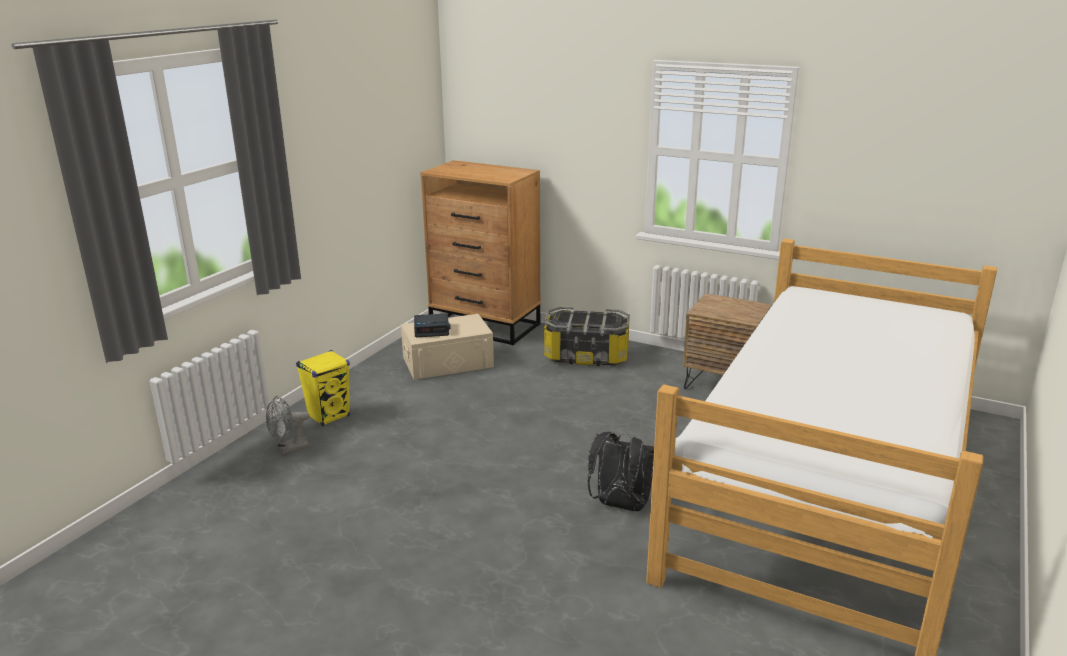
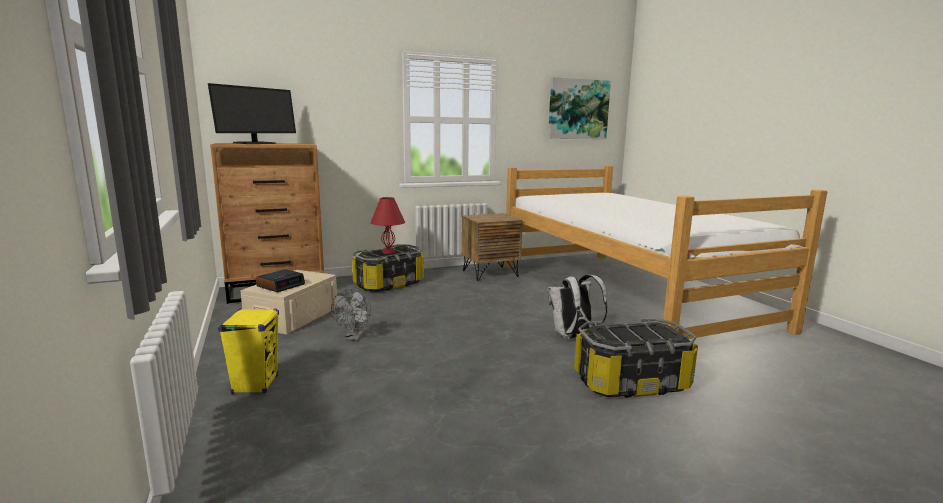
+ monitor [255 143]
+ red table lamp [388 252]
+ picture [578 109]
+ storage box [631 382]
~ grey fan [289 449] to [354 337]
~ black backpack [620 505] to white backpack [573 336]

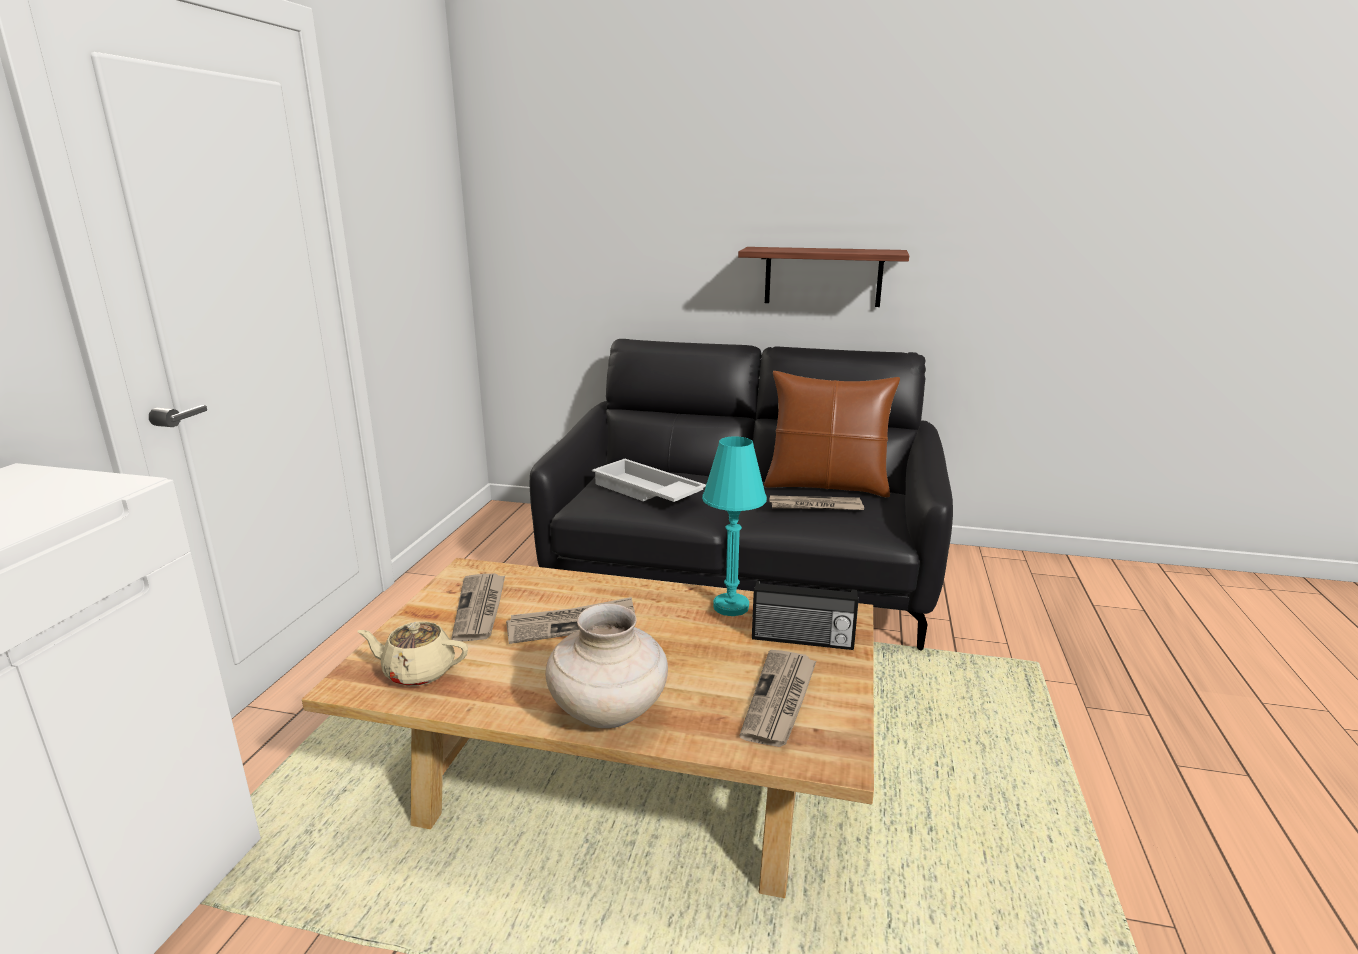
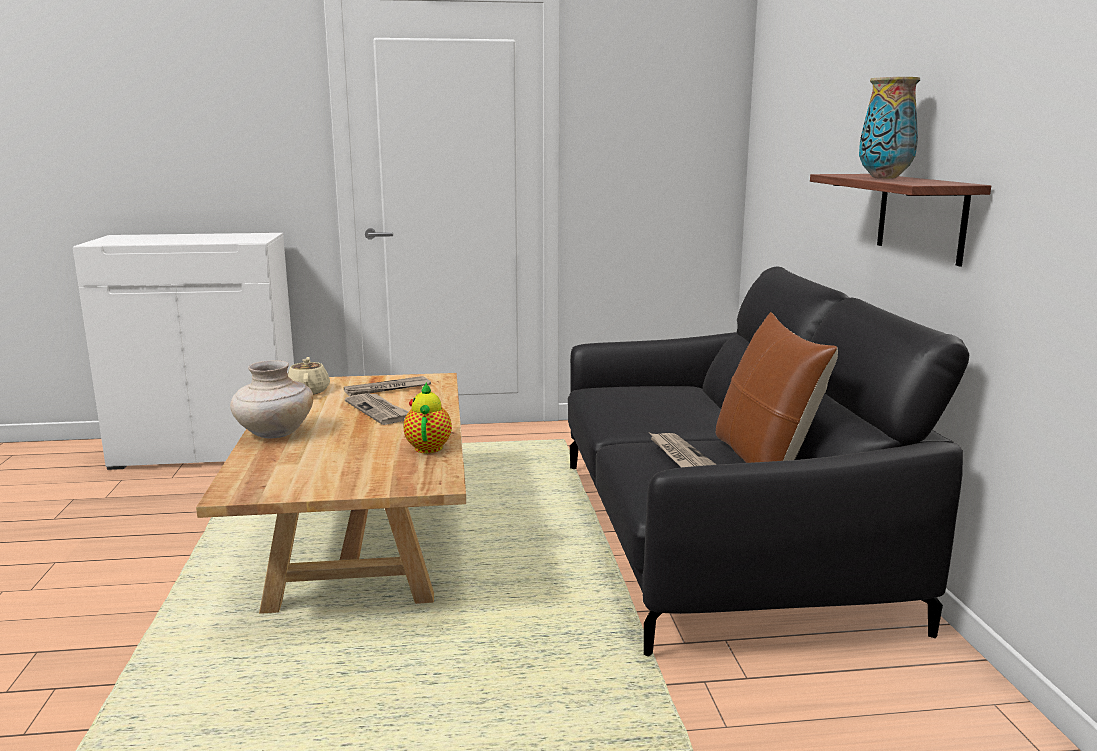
- white tray [645 492]
- newspaper [780 700]
- radio [802 640]
+ vase [885 177]
~ turquoise table lamp [731 607] to teapot [429 446]

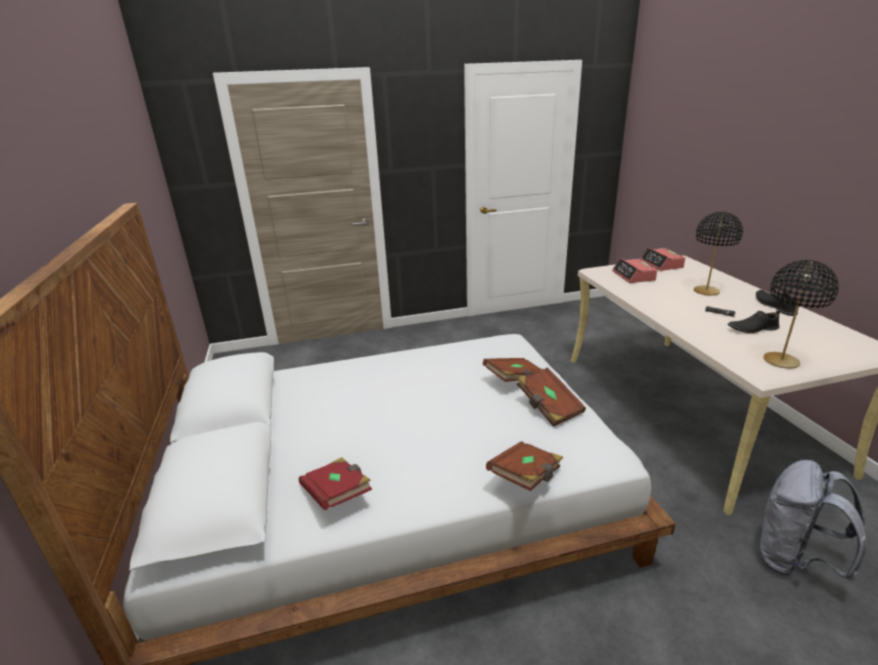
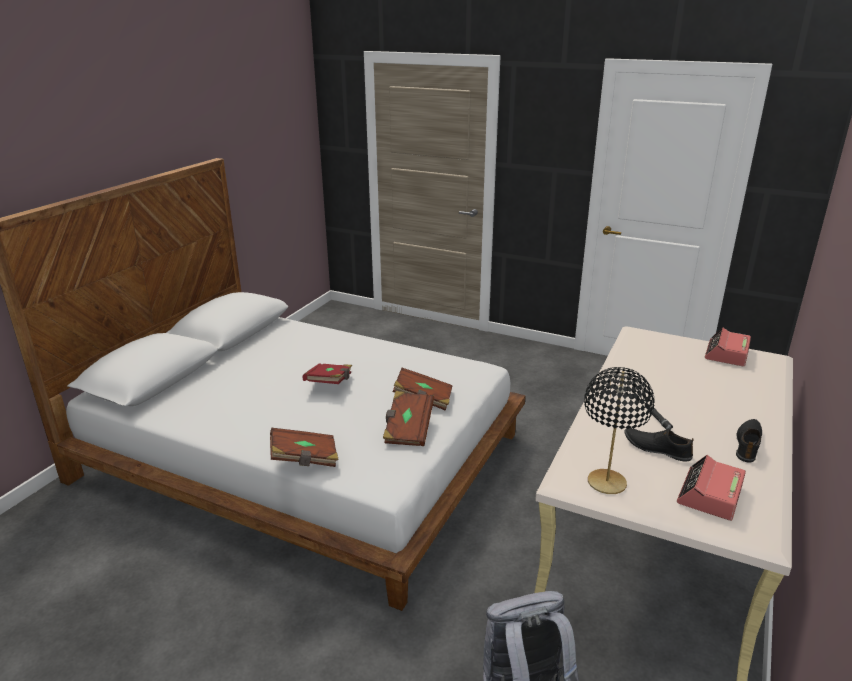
- black table lamp [706 291]
~ red book [337 494] to [330 383]
~ alarm clock [633 276] to [709 495]

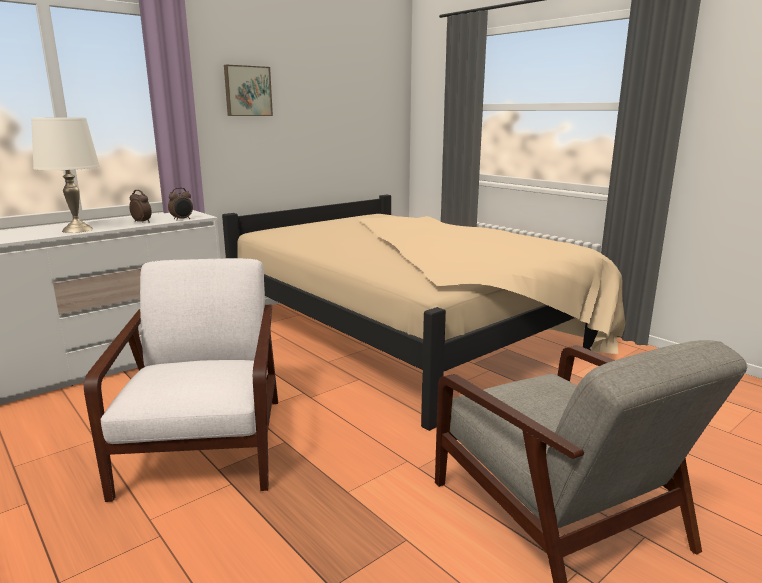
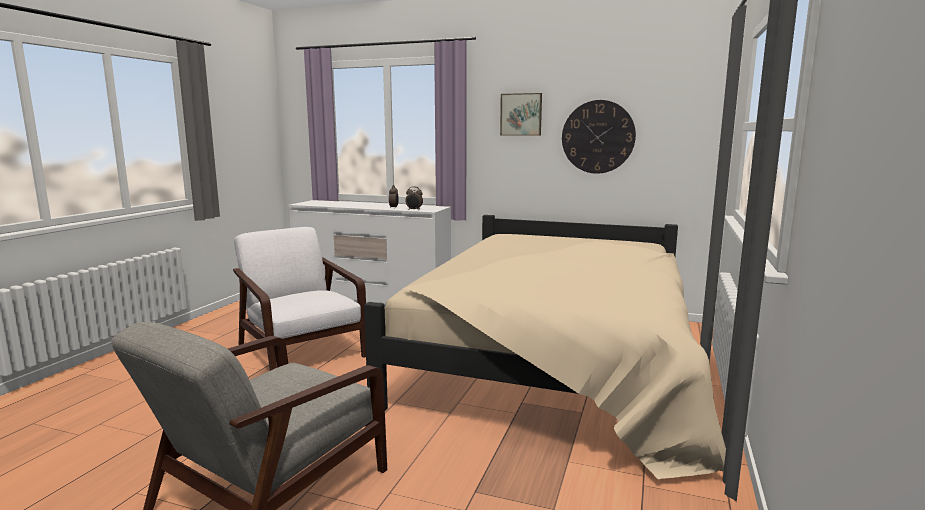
- white table lamp [77 230]
+ wall clock [598 137]
~ white armchair [205 443] = [300 350] 90 degrees counterclockwise

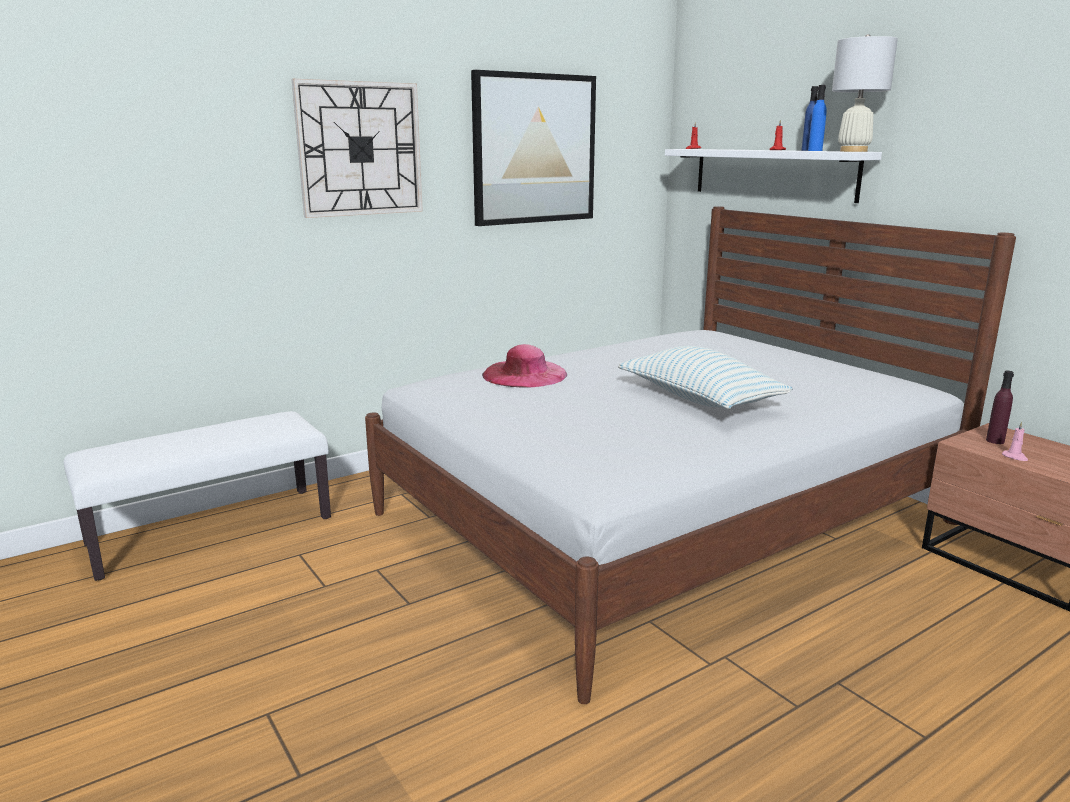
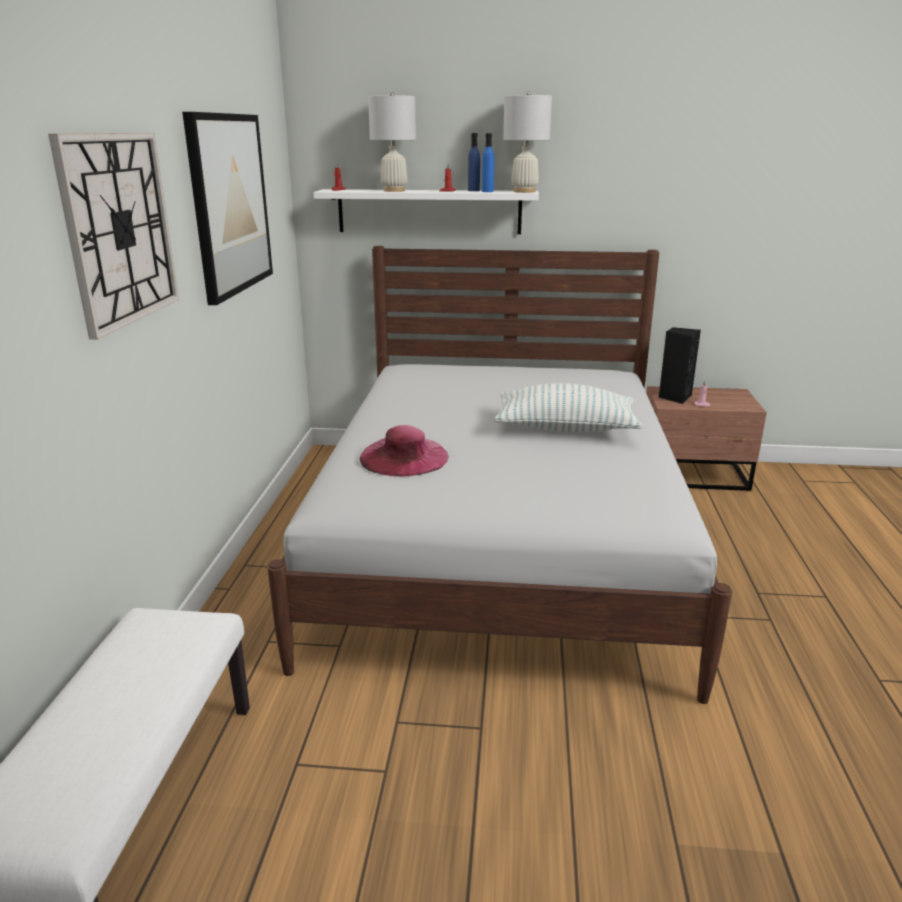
+ white table lamp [394 191]
~ purple bottle [995 441] to black speaker [674 397]

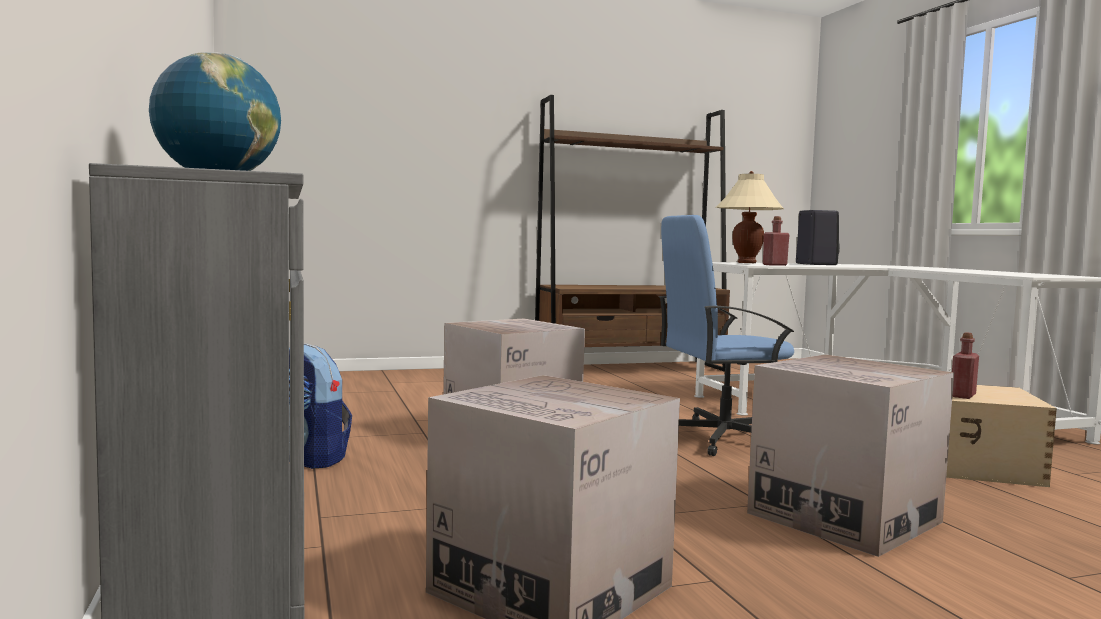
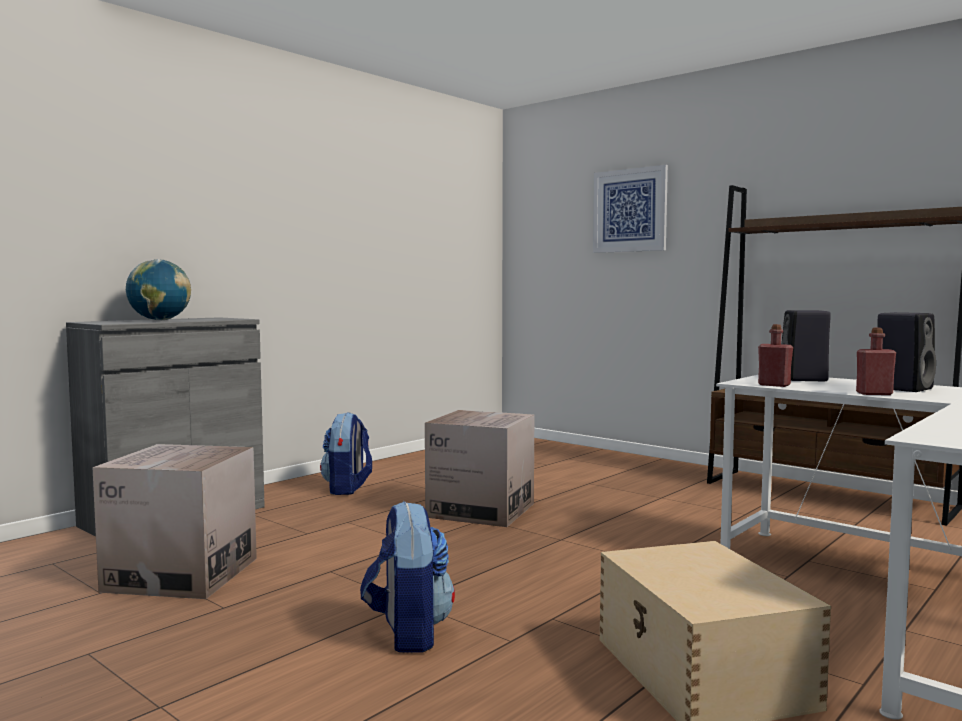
- blue office chair [721 438]
+ picture [629 210]
~ red bottle [963 396] to [874 394]
~ beige table lamp [747 263] to black speaker [804 379]
~ cardboard box [844 517] to backpack [407 633]

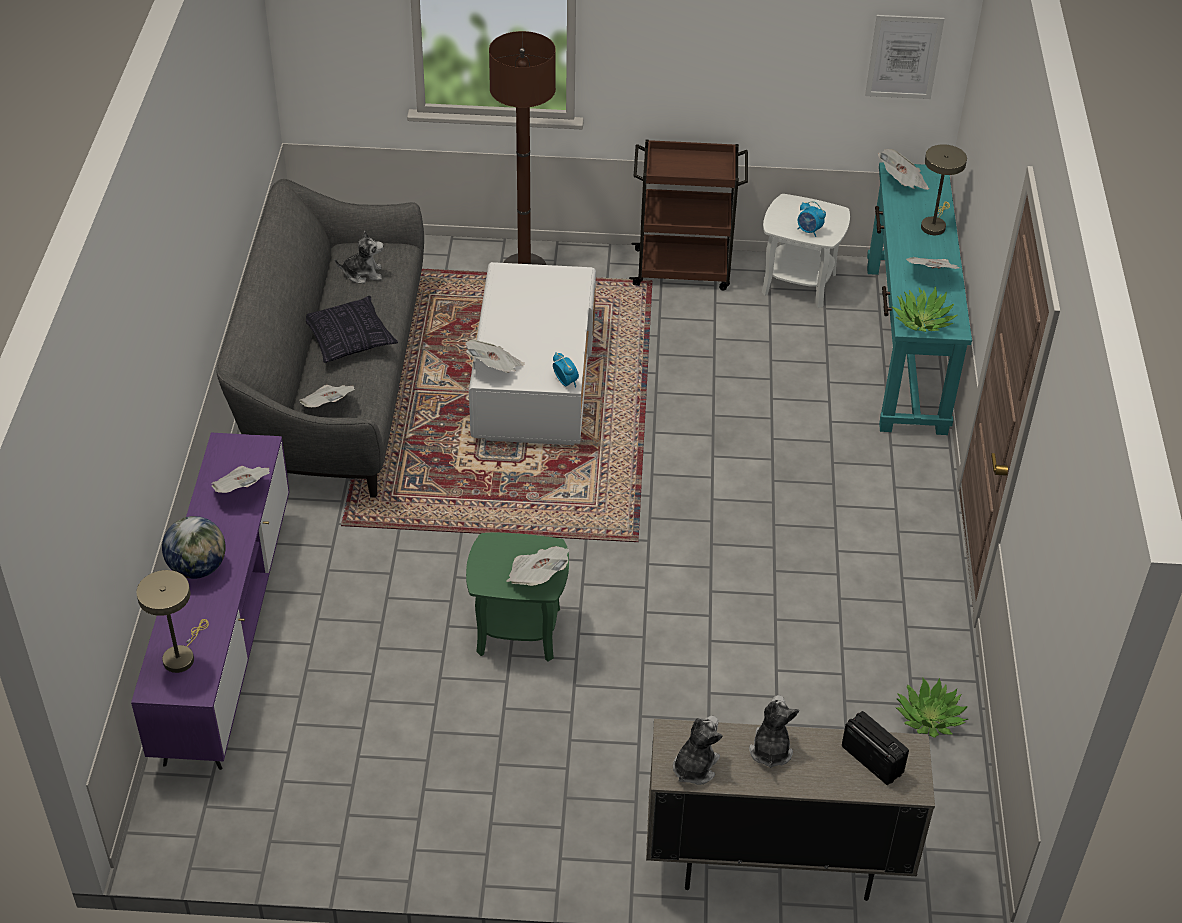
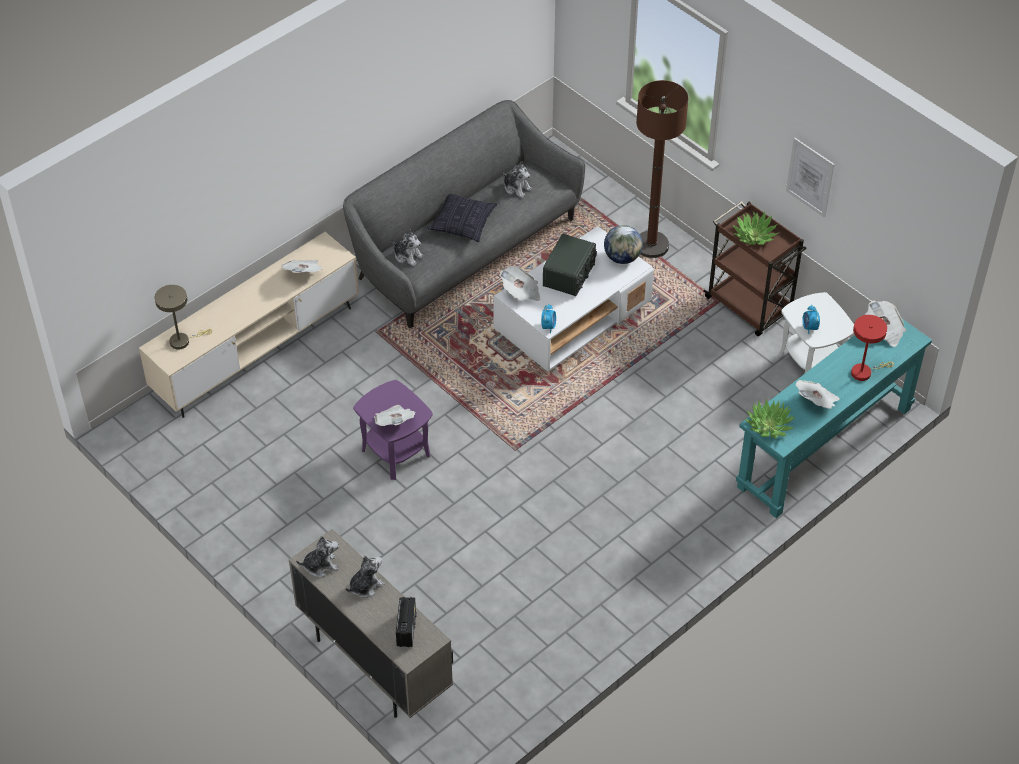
+ radio [570 275]
~ globe [198 568] to [622 258]
~ picture [904 57] to [810 177]
~ potted plant [929 717] to [754 235]
~ newspaper [328 406] to plush toy [407 256]
~ purple tv stand [227 637] to beige tv stand [257 352]
~ green side table [518 631] to purple side table [395 452]
~ beige table lamp [934 225] to red table lamp [864 372]

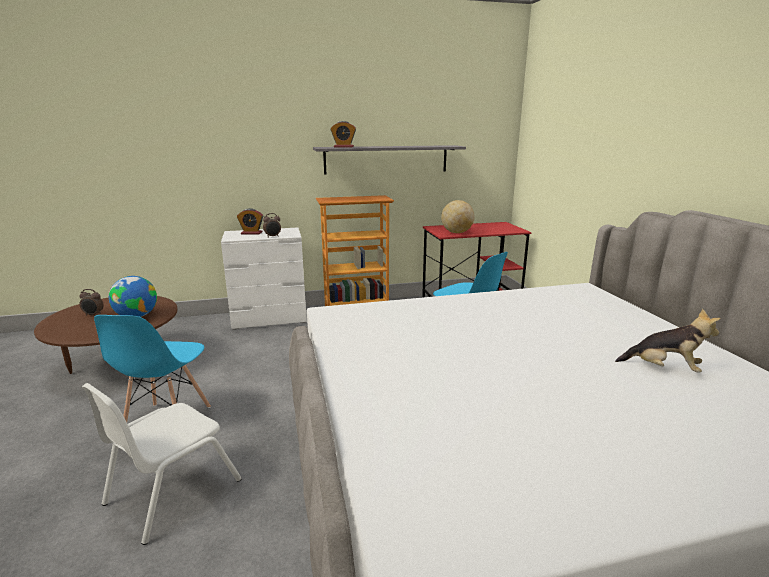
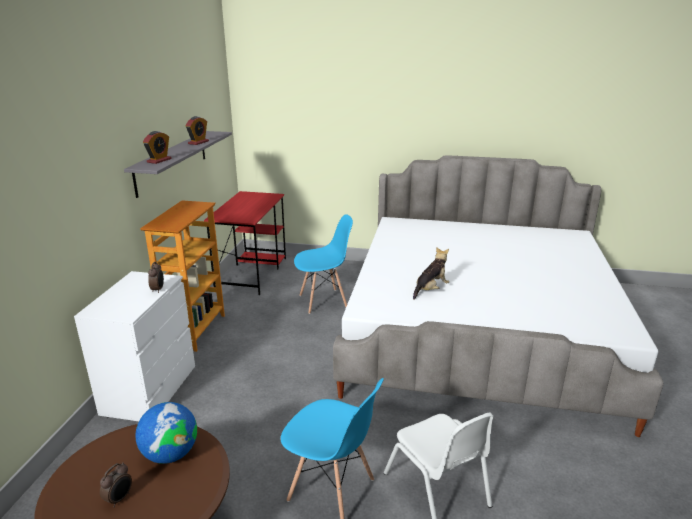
- globe [456 232]
~ alarm clock [251 233] to [198 142]
~ plush toy [664 369] to [430 290]

